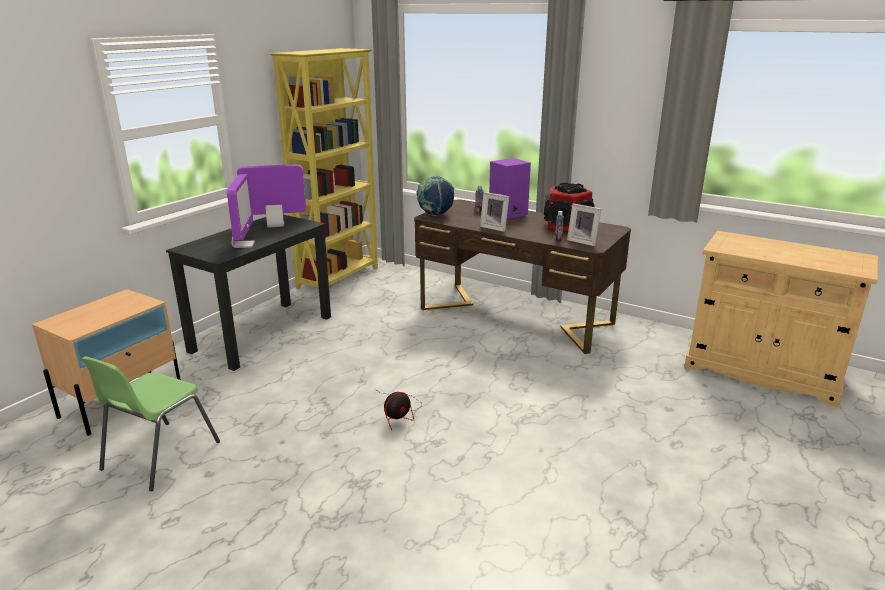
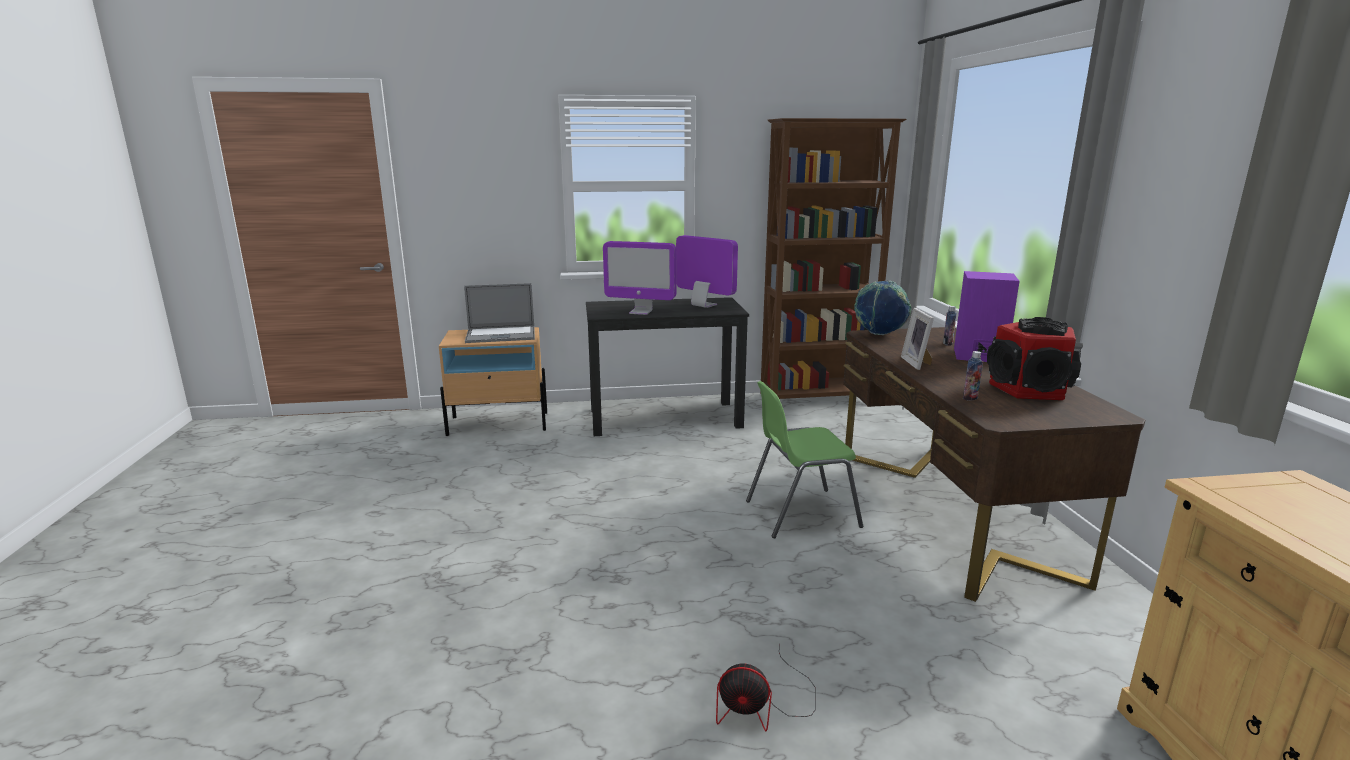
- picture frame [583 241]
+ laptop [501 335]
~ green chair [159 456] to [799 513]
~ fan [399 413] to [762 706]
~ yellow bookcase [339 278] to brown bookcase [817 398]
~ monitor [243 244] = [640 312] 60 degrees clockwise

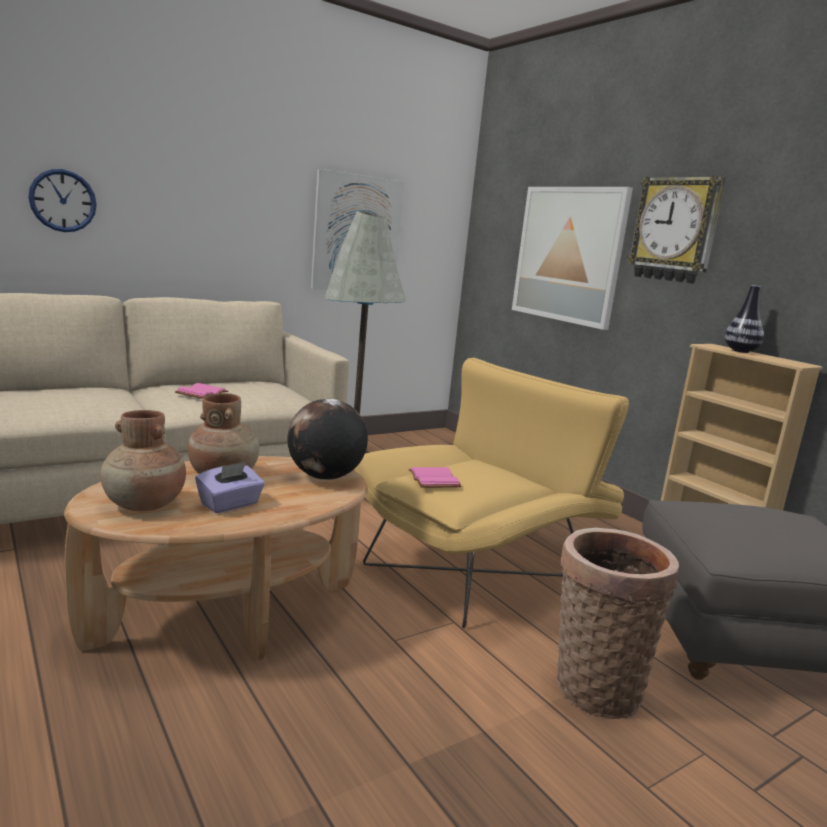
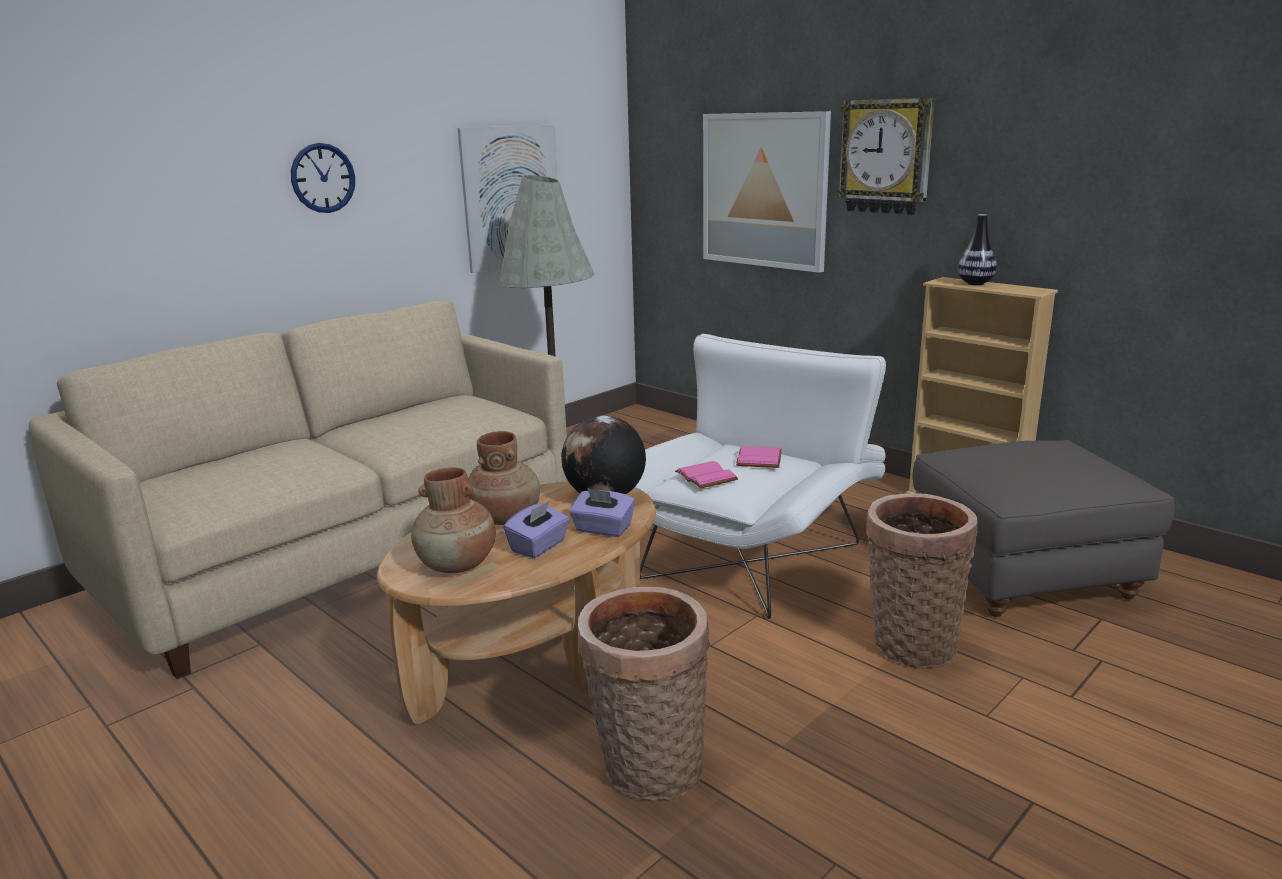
+ purple tissue box [602 529]
+ basket [647 769]
~ wall clock [63 201] to [323 178]
~ pink book [202 393] to [760 459]
~ yellow armchair [483 564] to white armchair [756 552]

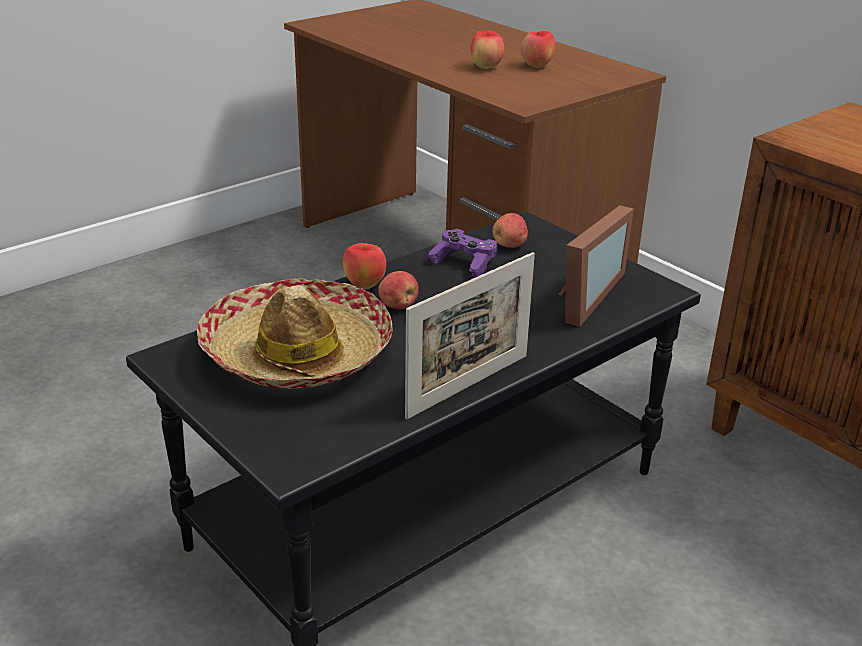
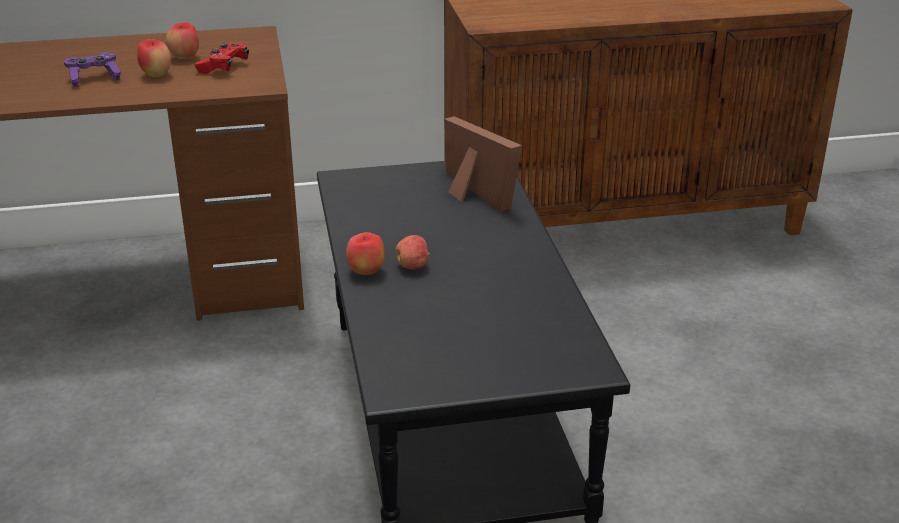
- hat [296 354]
- picture frame [468 386]
- apple [509 245]
+ red game controller [223 67]
~ purple game controller [464 263] to [94 78]

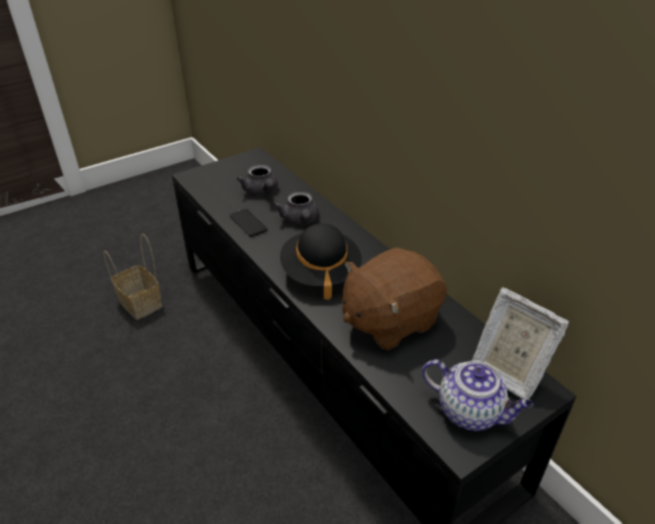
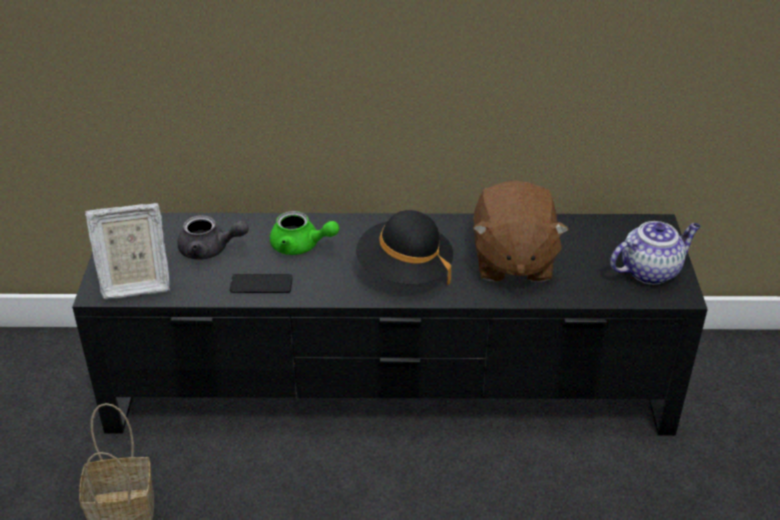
~ picture frame [506 371] to [134 283]
~ grey teapot [300 220] to green teapot [301 246]

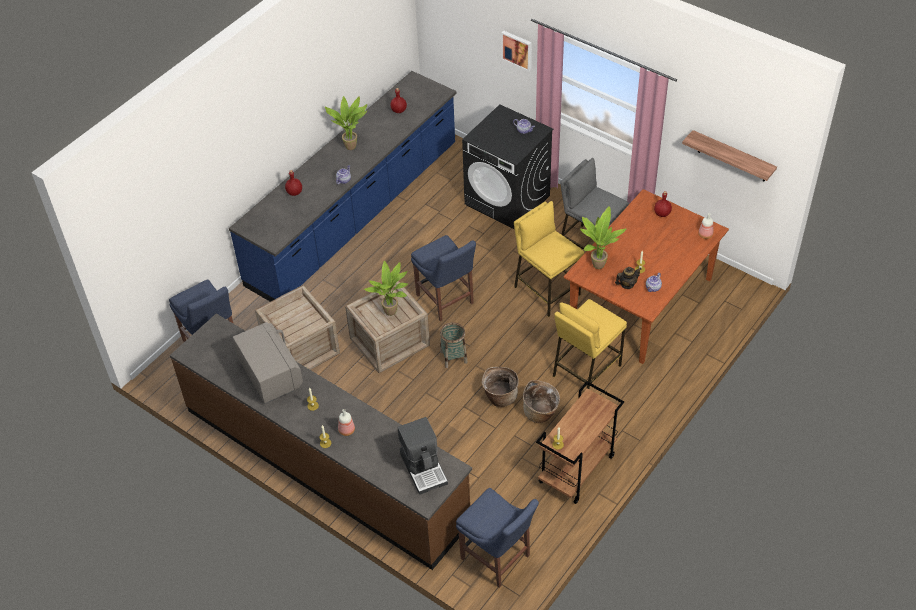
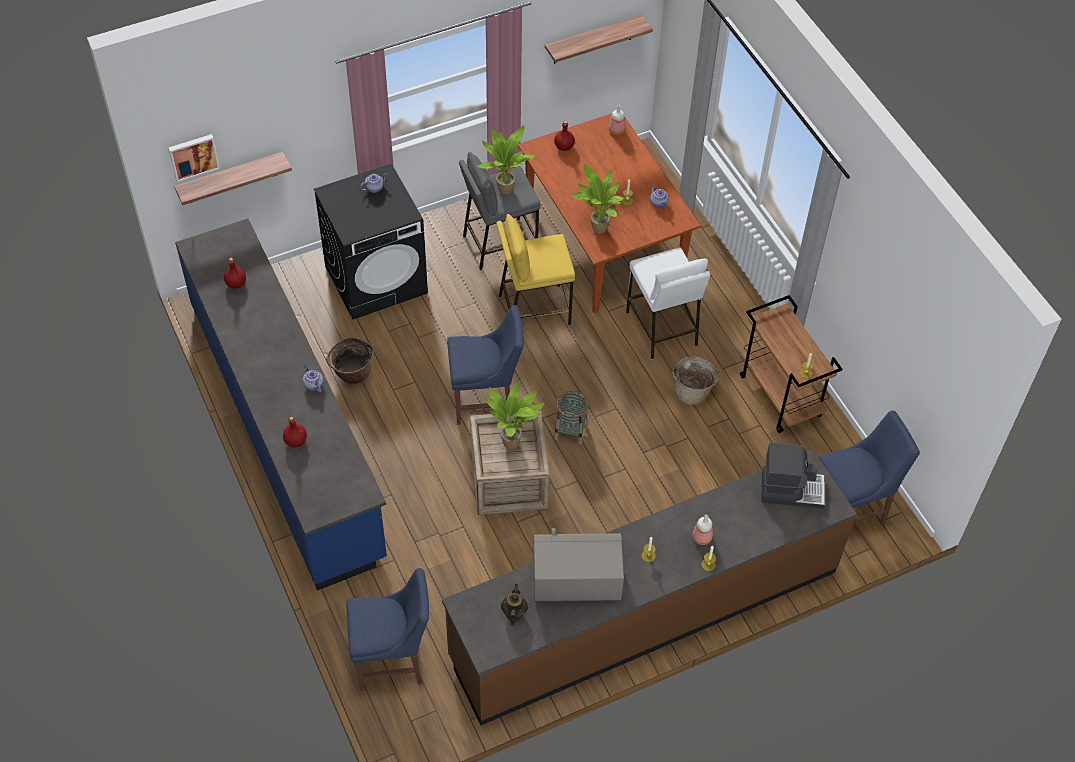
- crate [301 348]
+ shelf [231 178]
~ potted plant [352 146] to [504 189]
~ basket [500 396] to [352 373]
~ picture [517 49] to [193 156]
~ teapot [627 284] to [513 613]
~ yellow stool [586 370] to white stool [662 329]

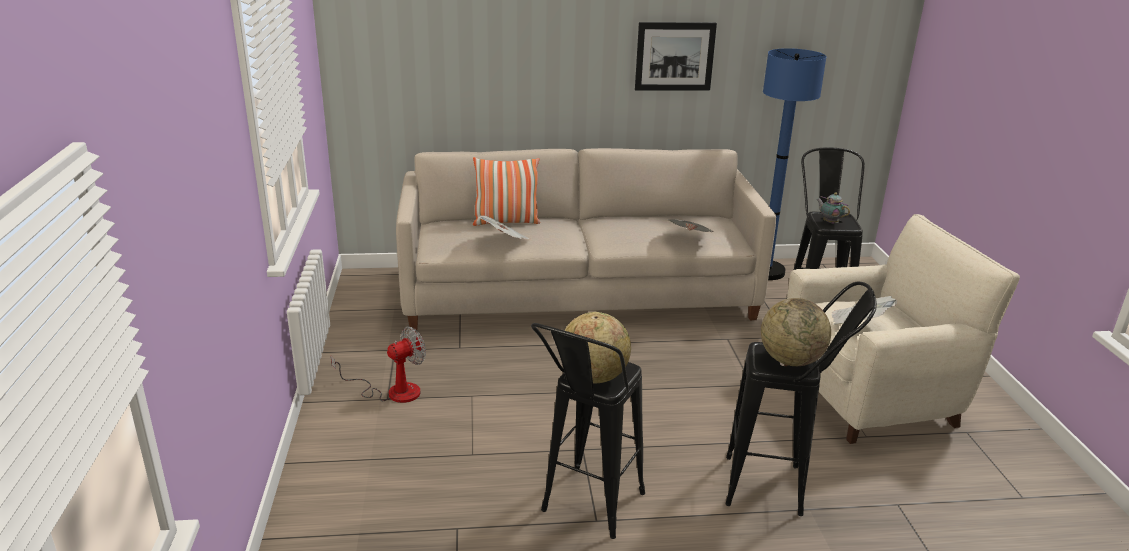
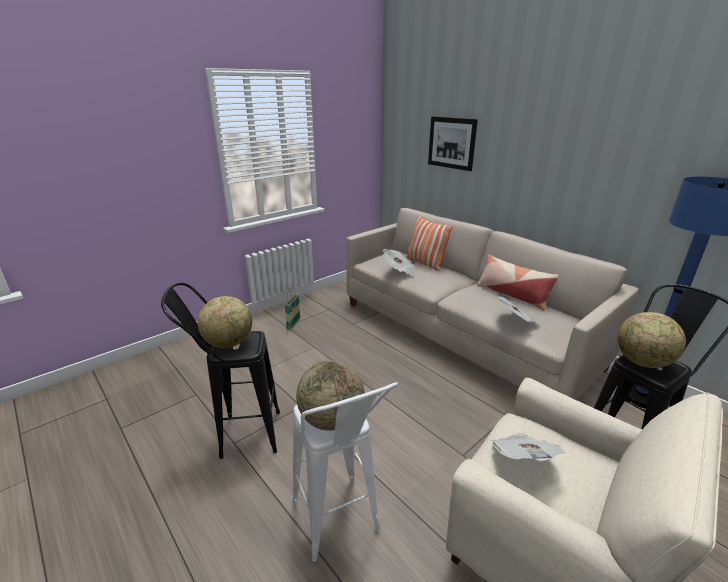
+ pillow [512 295]
~ picture [674 56] to [451 143]
~ fan [392 391] to basket [293 324]
~ teapot [829 222] to globe [642 362]
~ black stool [779 487] to white stool [340 529]

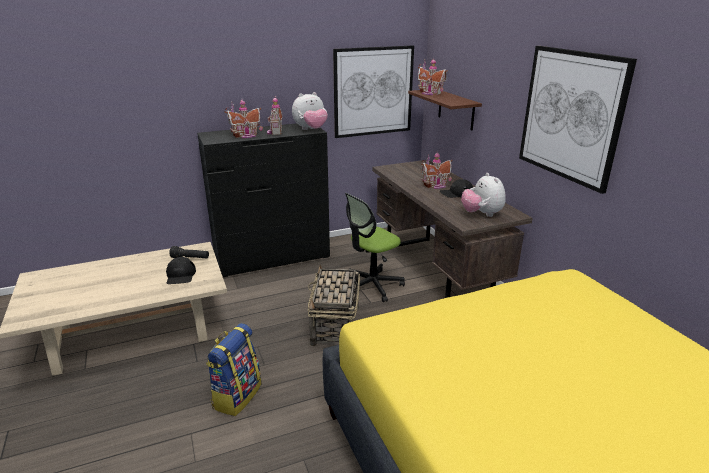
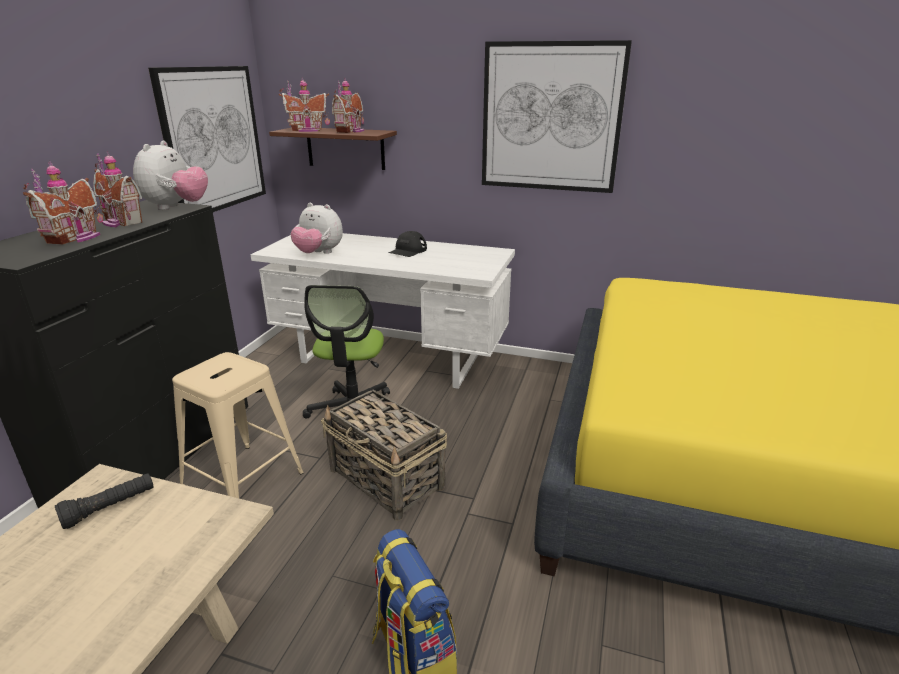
- black cap [180 275]
+ beige stool [243 482]
~ toy house [436 186] to [351 131]
~ plush toy [481 214] to [319 253]
~ brown desk [437 268] to white desk [391 359]

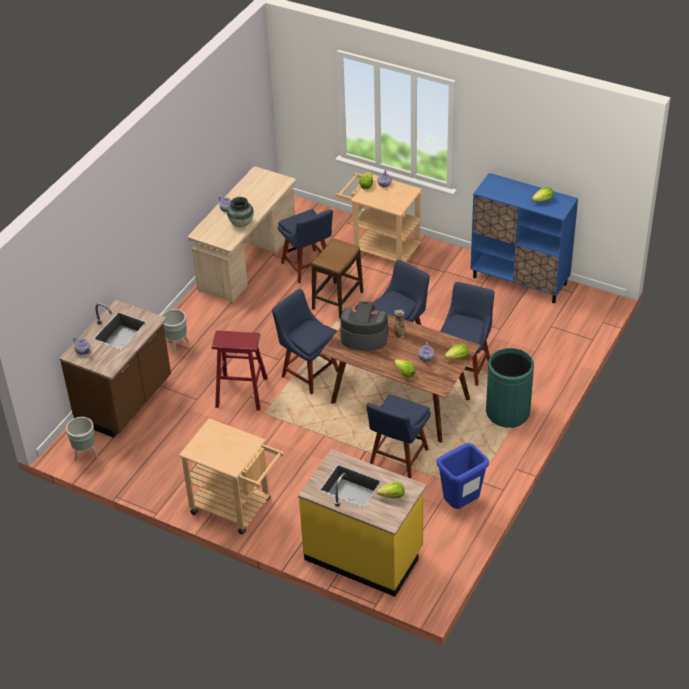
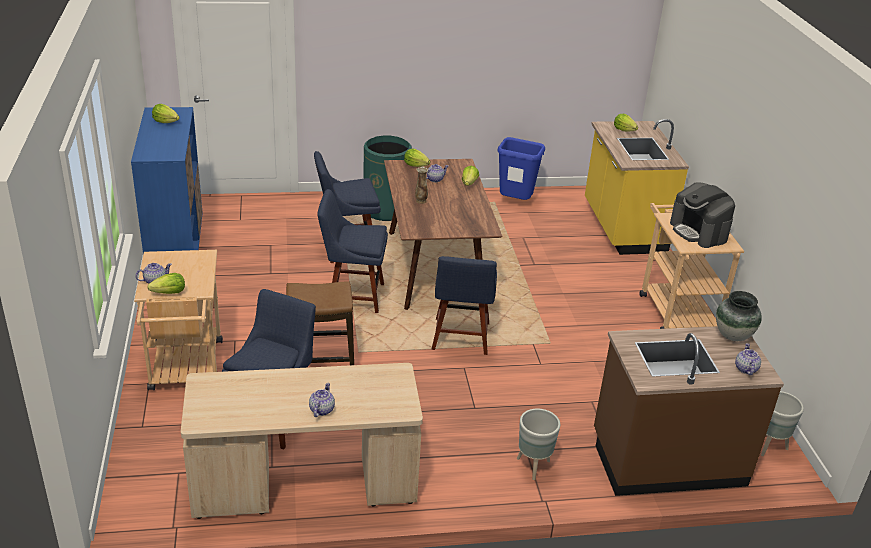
- red stool [241 392]
- blue chair [397 458]
~ vase [241 224] to [733 336]
~ coffee machine [363 337] to [699 232]

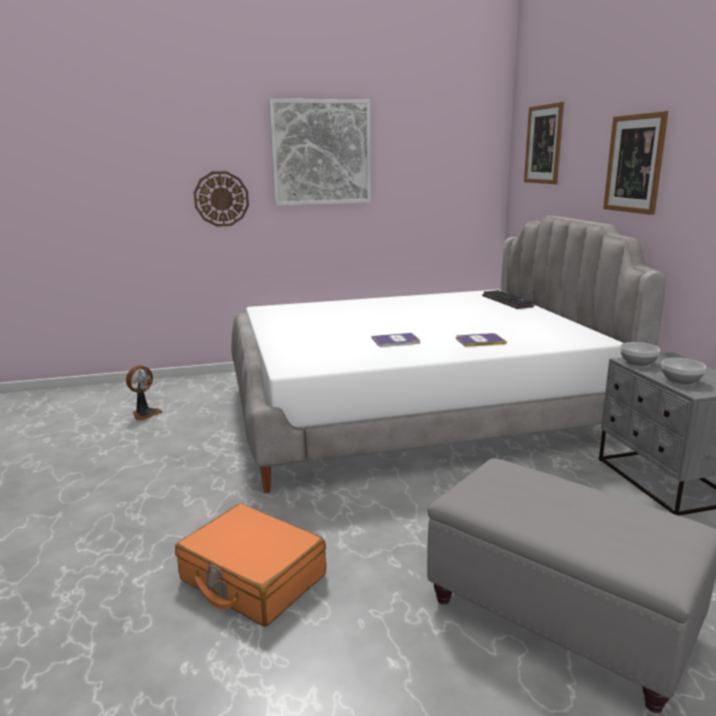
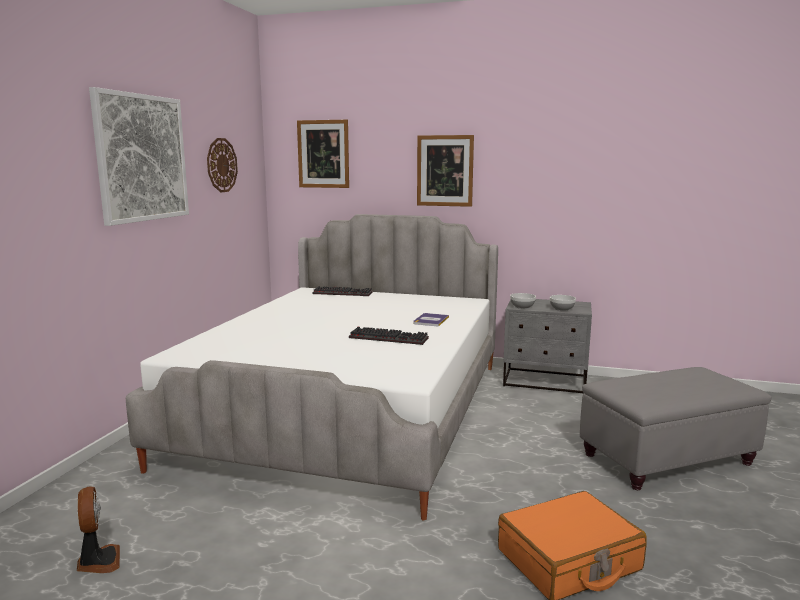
~ wall clock [221 199] to [221 165]
~ book [396 341] to keyboard [390 338]

